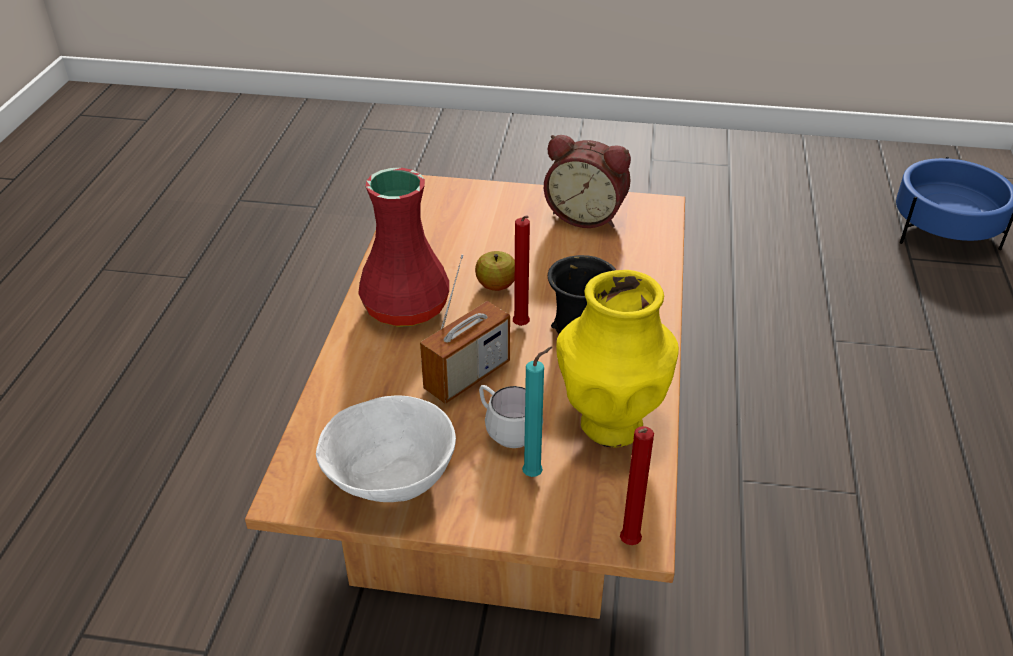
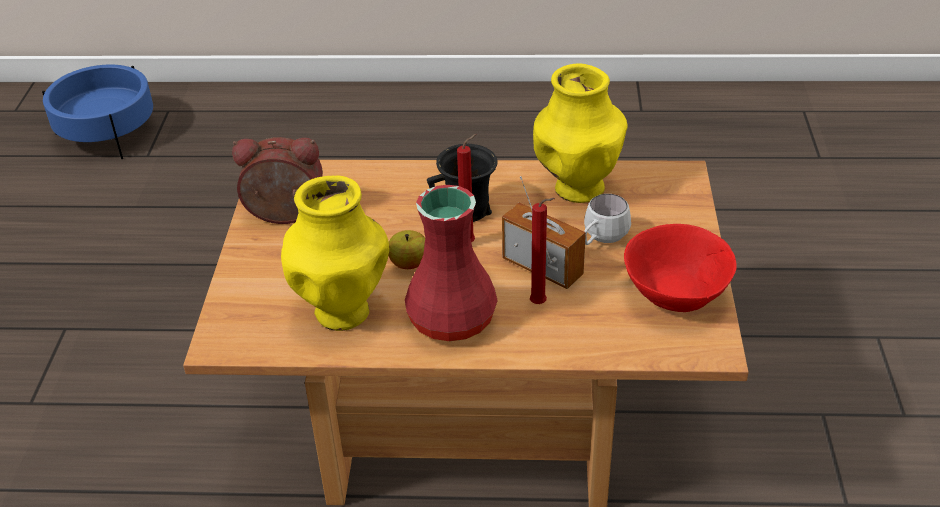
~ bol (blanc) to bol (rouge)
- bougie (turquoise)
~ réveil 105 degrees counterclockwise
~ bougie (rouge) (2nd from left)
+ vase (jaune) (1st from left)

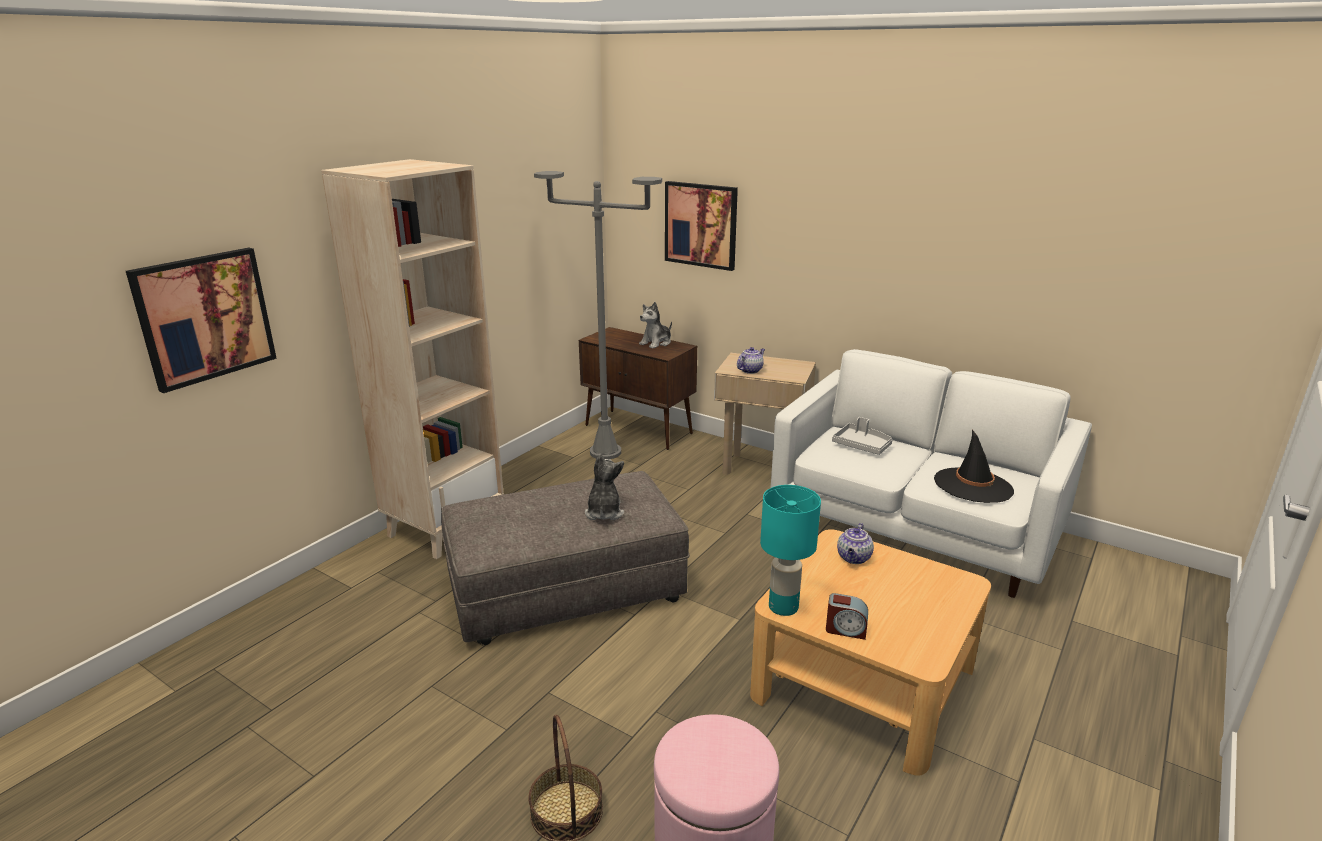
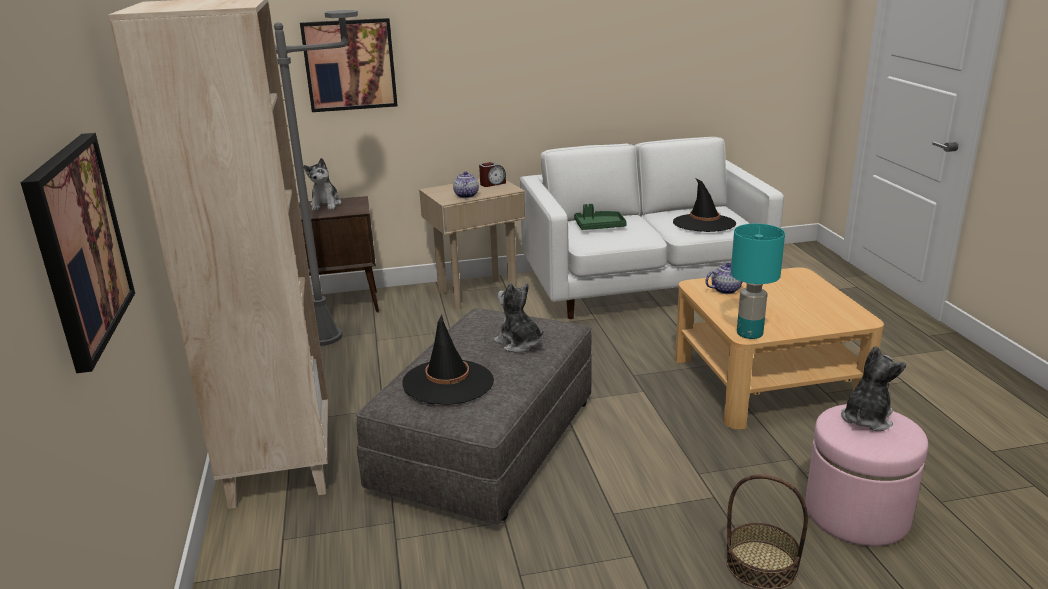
~ réveil
~ plateau (gris) to plateau (vert)
~ théière (2nd from left) 90 degrees counterclockwise
+ chapeau (noir) (1st from left)
+ peluche (3rd from left)

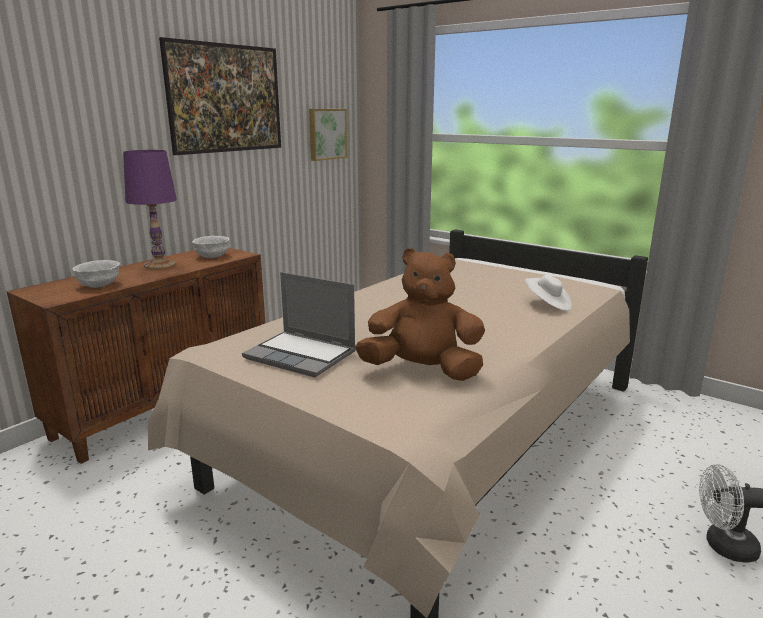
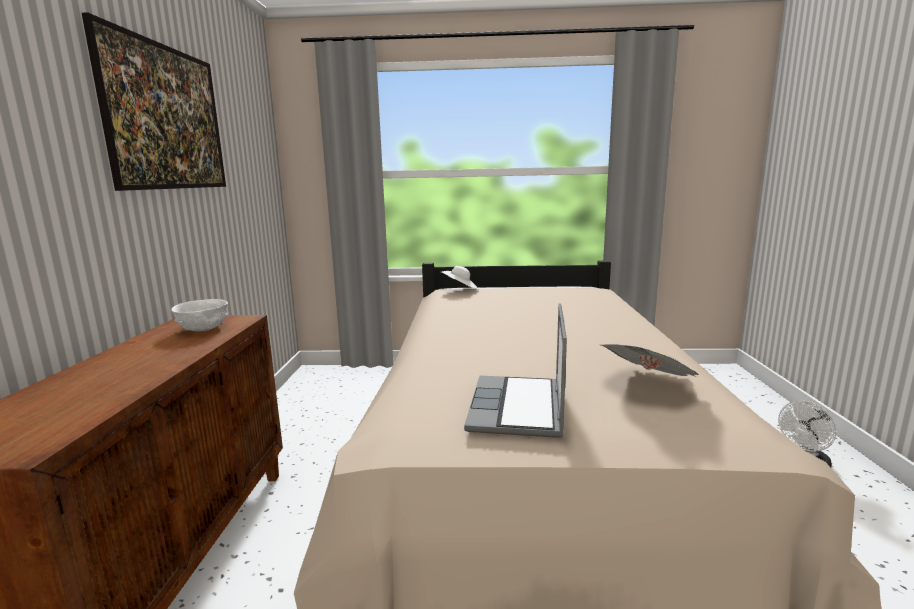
- bol (blanc) (1st from left)
- lampe de table (violet)
~ ordinateur portable 105 degrees clockwise
- tableau (2nd from left)
~ peluche (marron) to journal
~ chapeau (blanc)

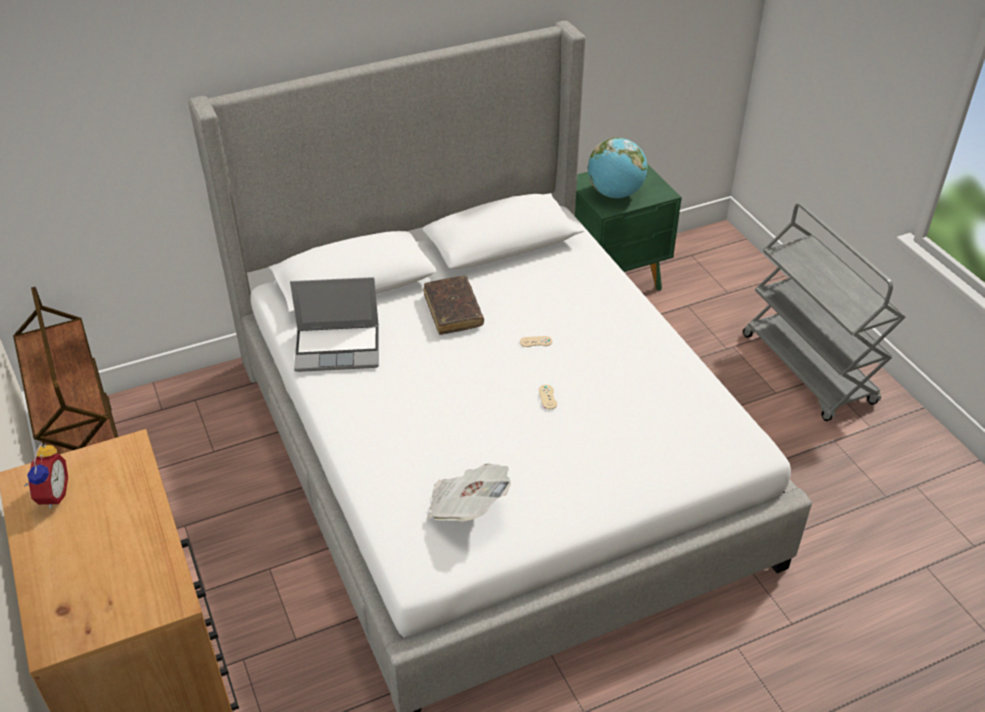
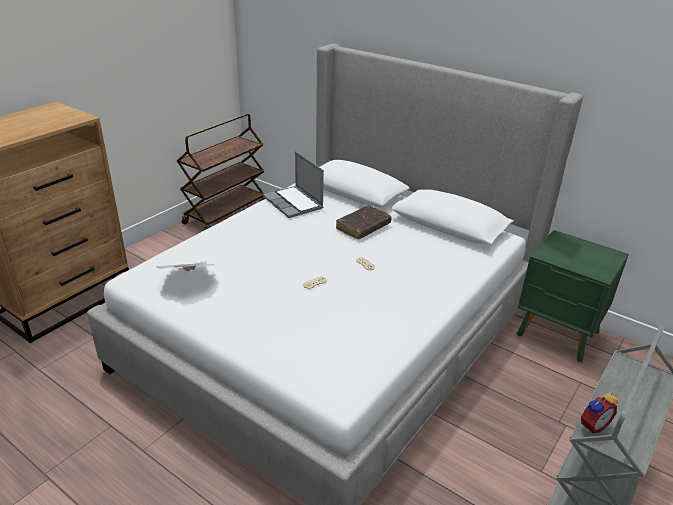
~ réveil
- globe

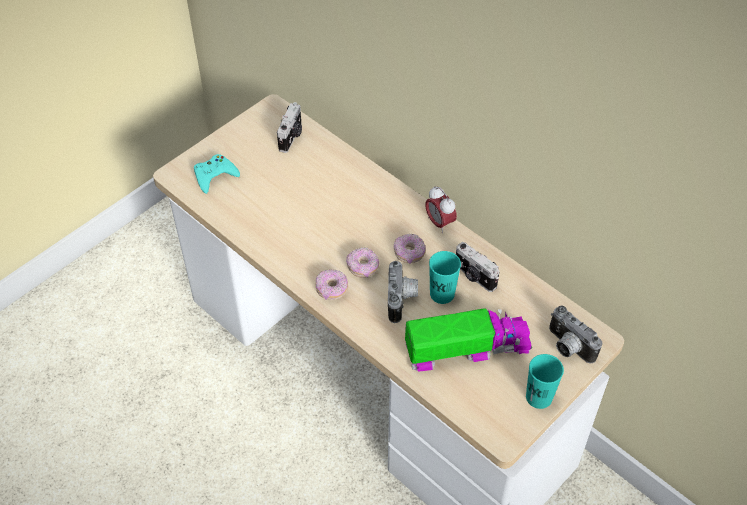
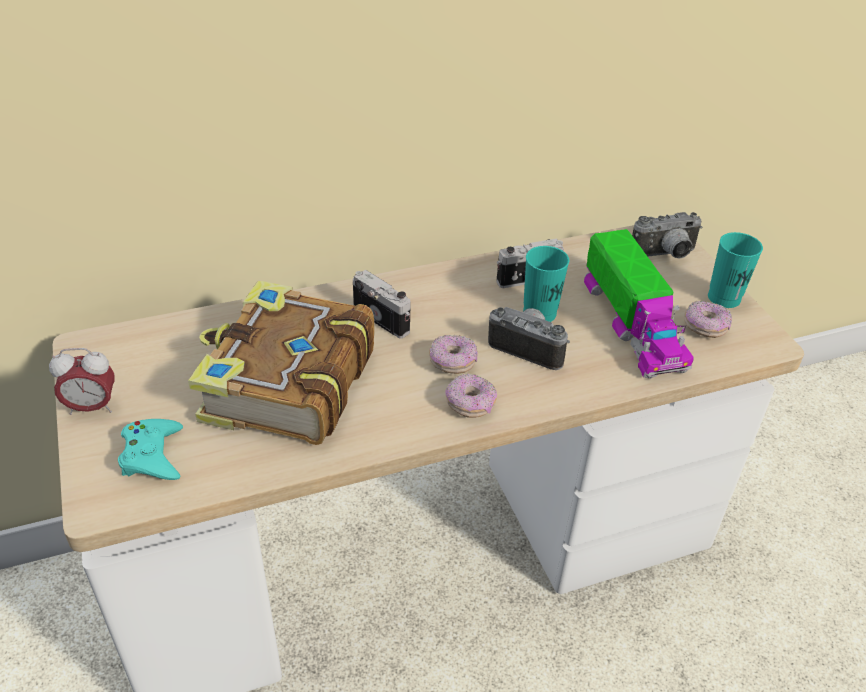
~ appareil photo (1st from left)
~ beignet (3rd from left)
~ camion jouet 150 degrees clockwise
~ réveil
+ livre

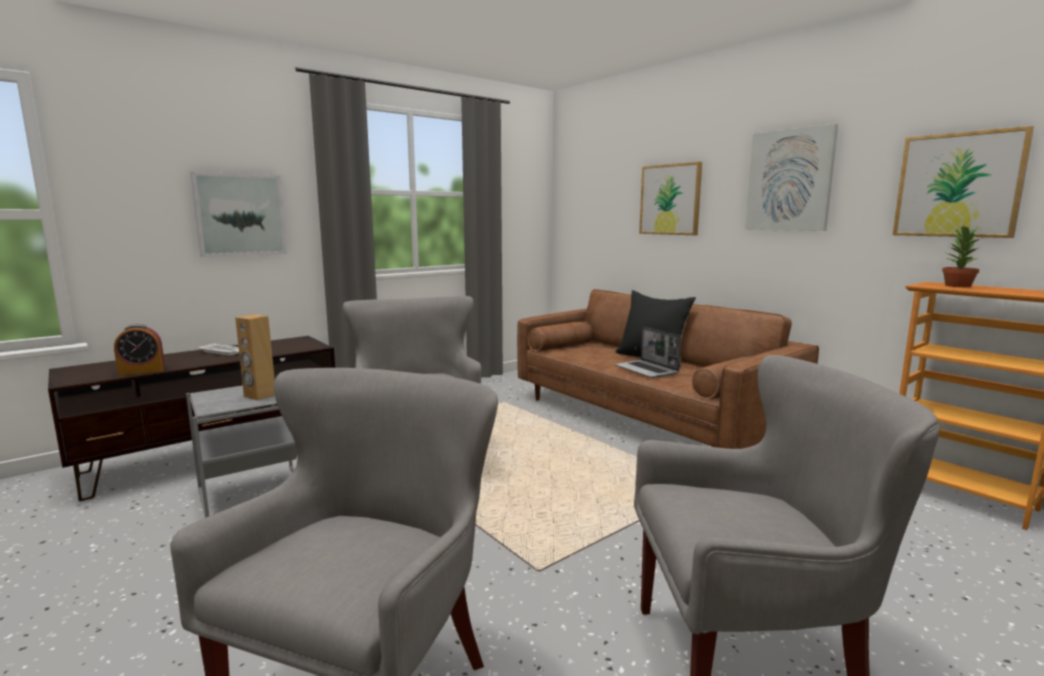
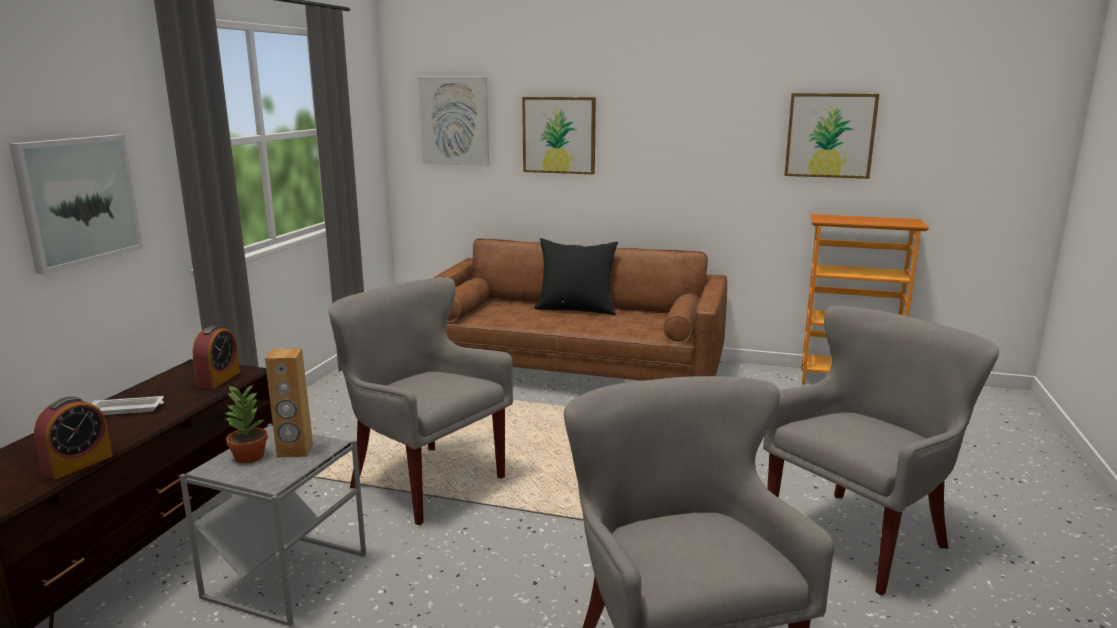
- ordinateur portable
~ tableau (3rd from left in the first image) to tableau (2nd from left)
~ plante en pot
+ réveil (2nd from left)

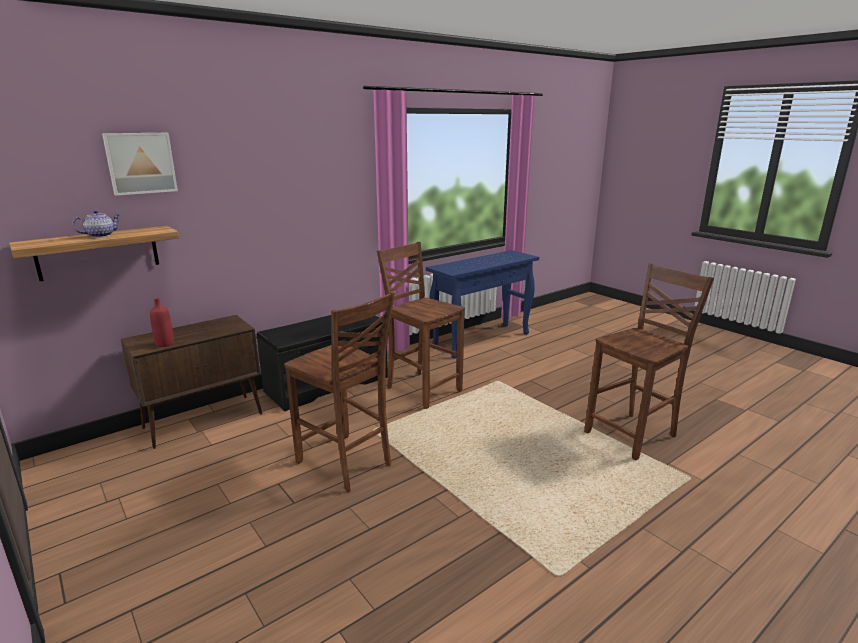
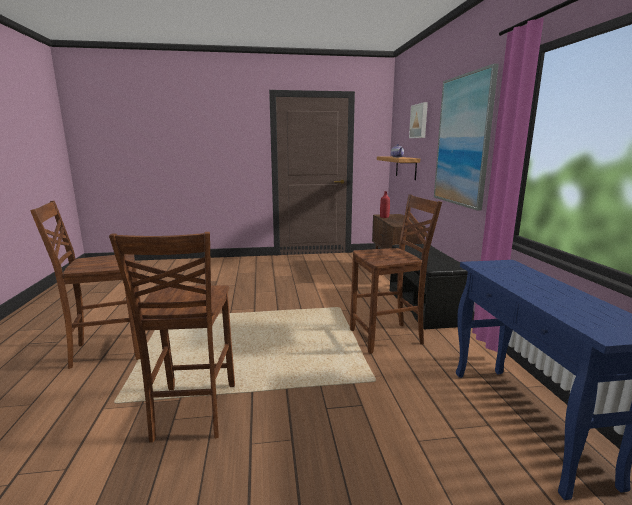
~ chaise (marron) (1st from left)
+ tableau (2nd from left)

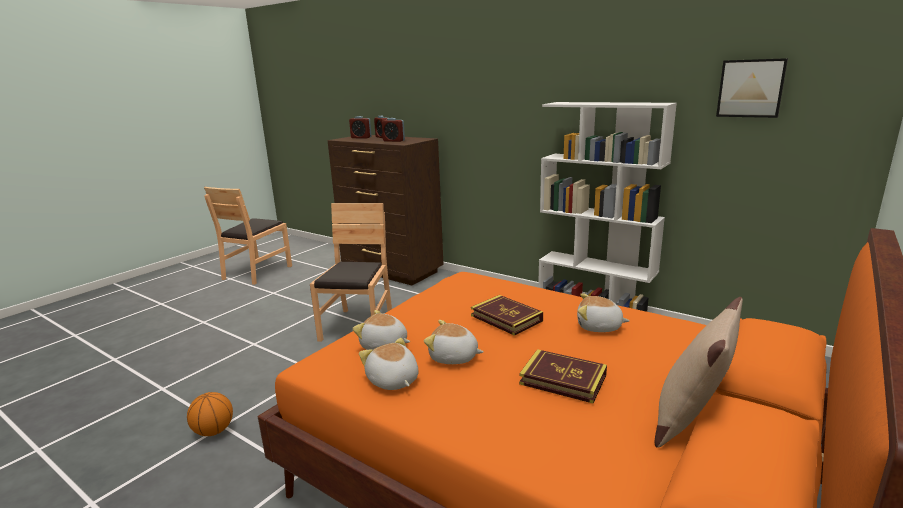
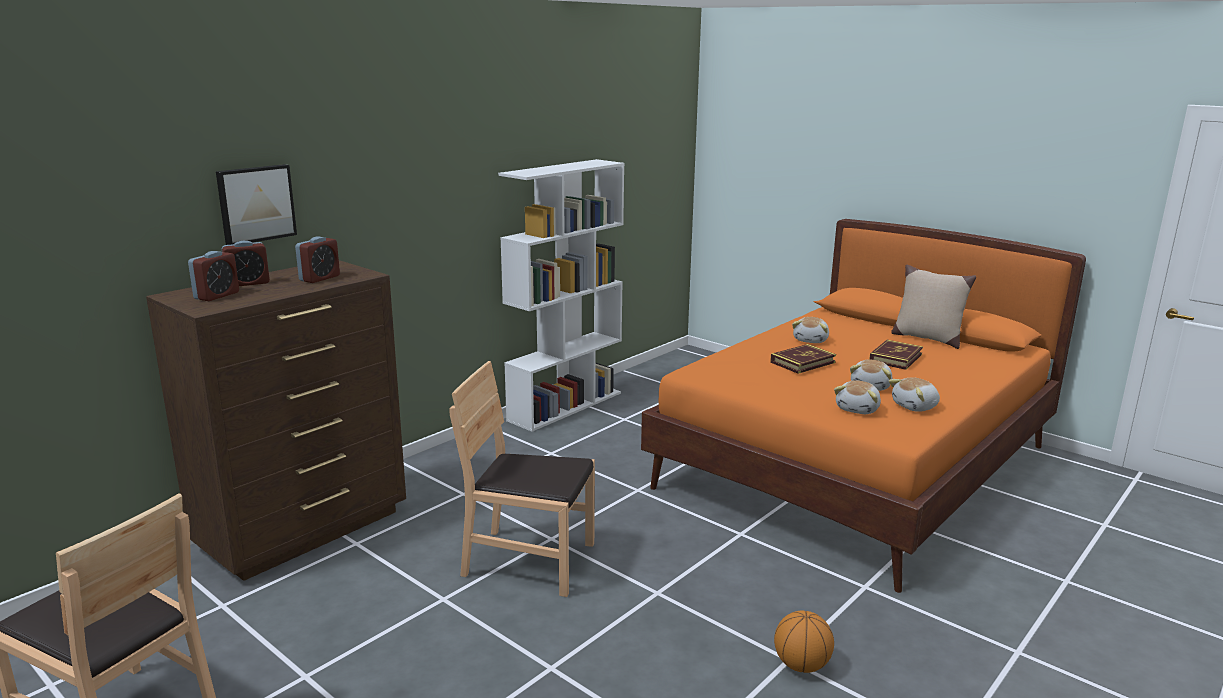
~ tableau

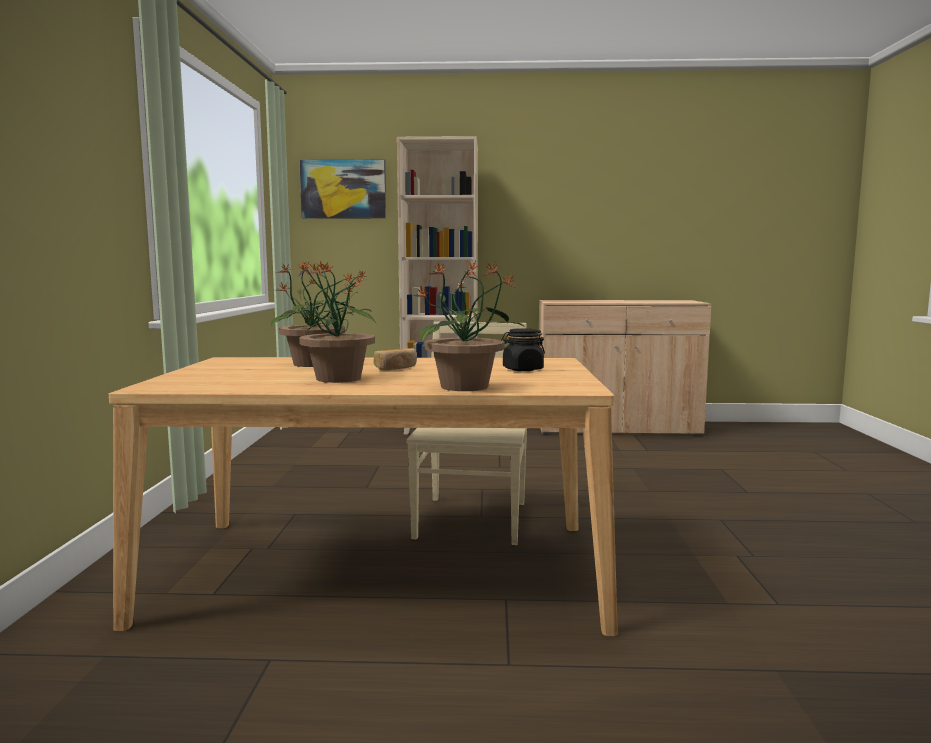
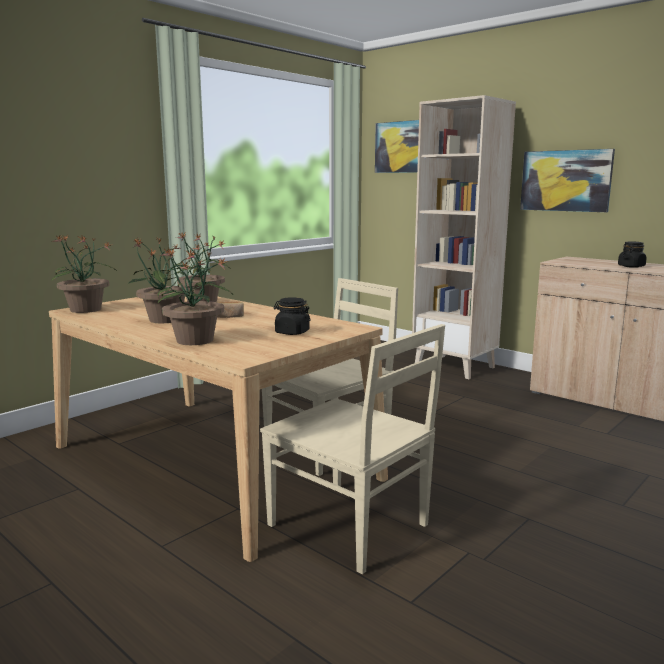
+ plante en pot (1st from left)
+ chaise (beige) (2nd from left)
+ tableau (2nd from left)
+ bocal (noir) (2nd from left)

